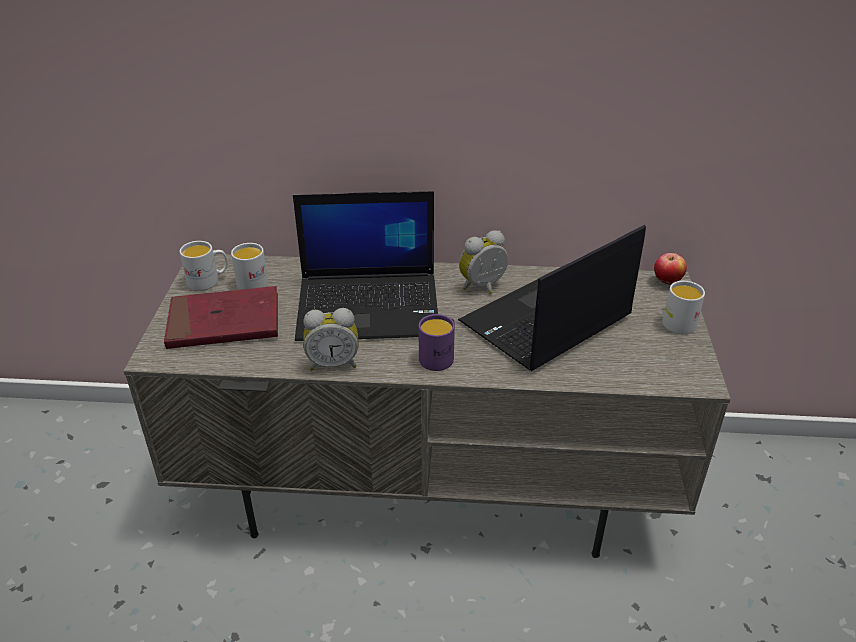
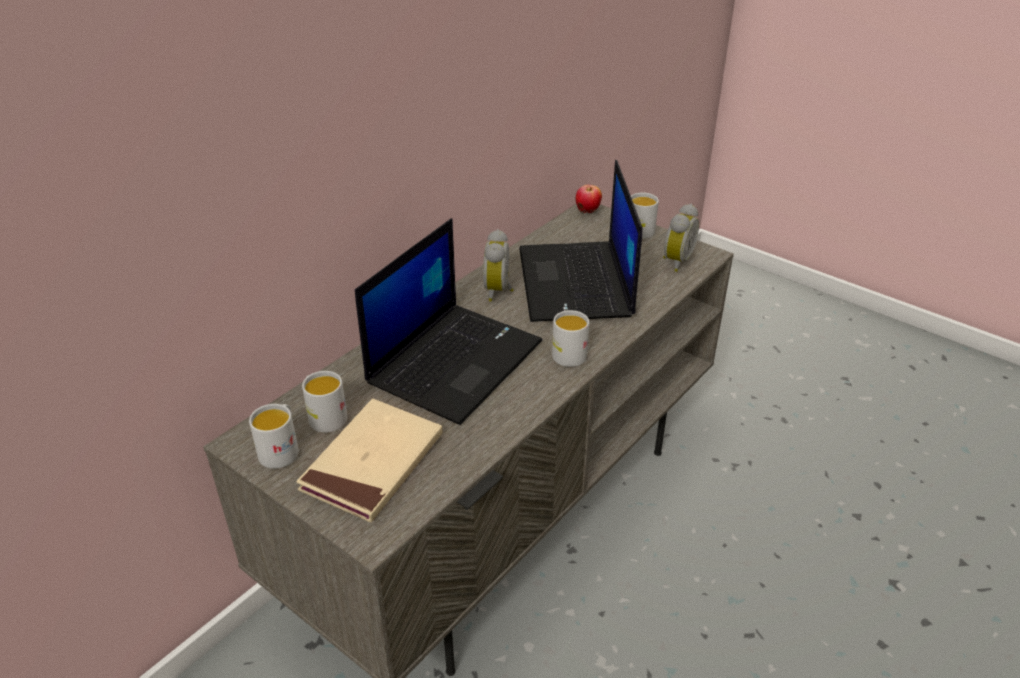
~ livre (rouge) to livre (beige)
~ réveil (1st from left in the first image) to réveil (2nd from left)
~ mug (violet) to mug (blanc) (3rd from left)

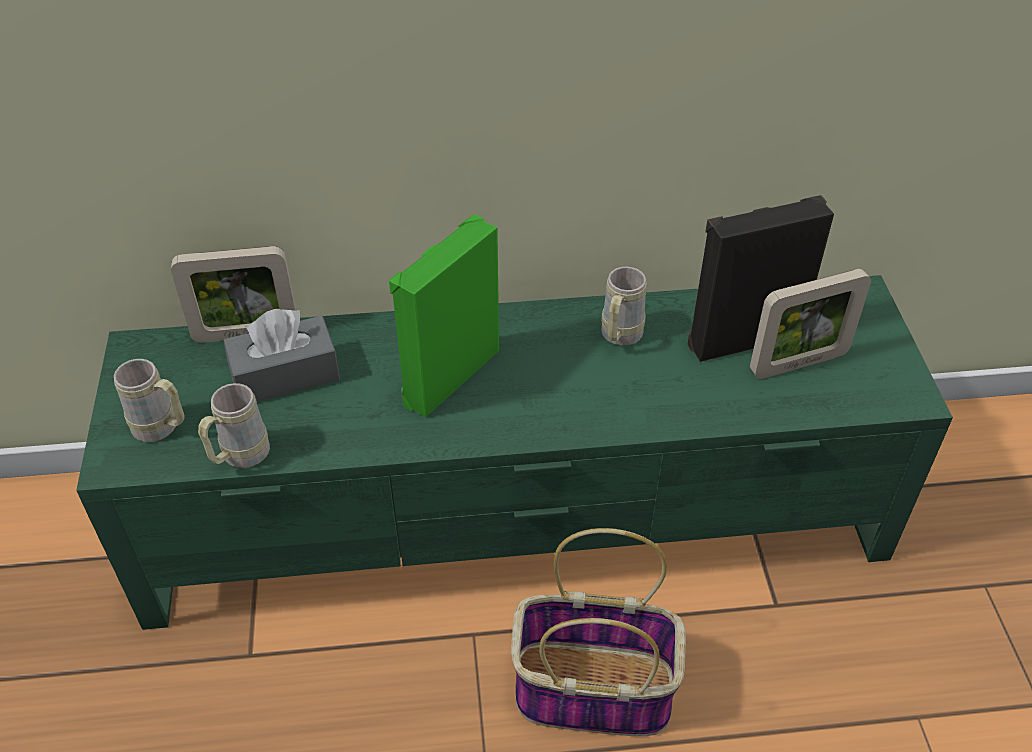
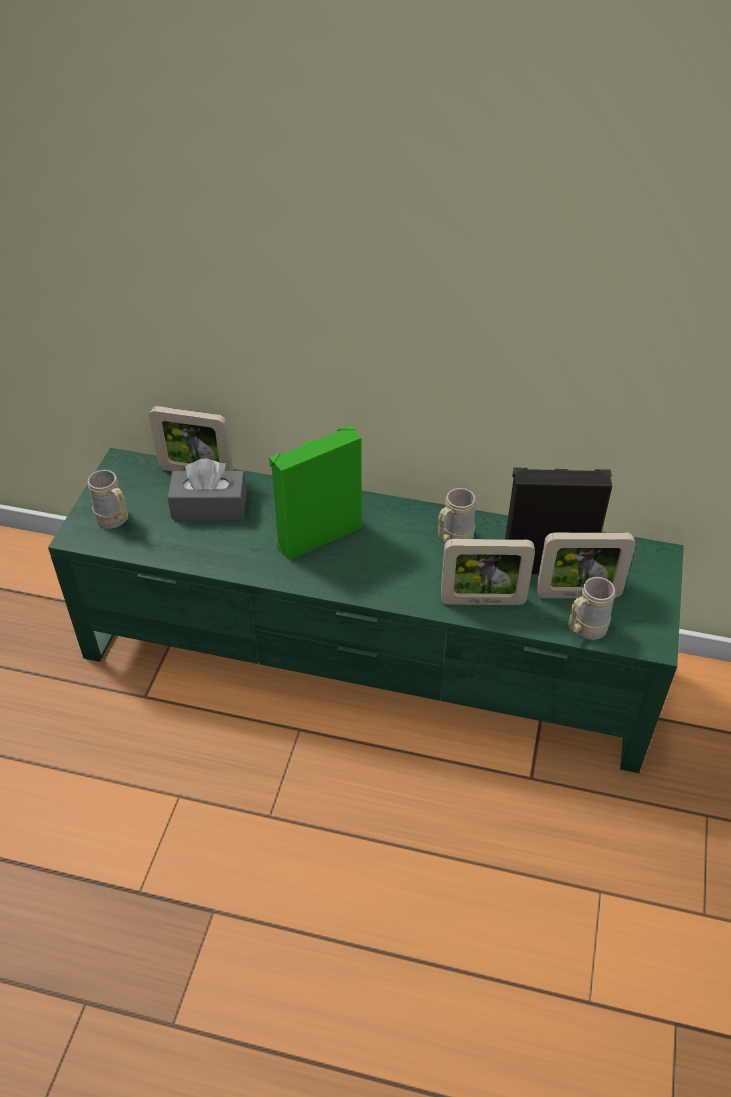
~ mug (beige) (2nd from left in the first image) to mug (beige) (3rd from left)
- panier
+ cadre photo (2nd from left)

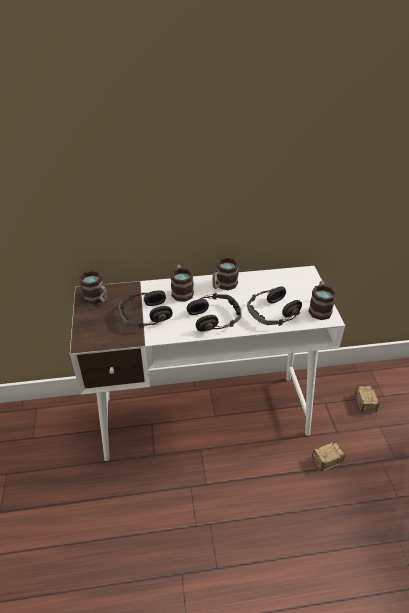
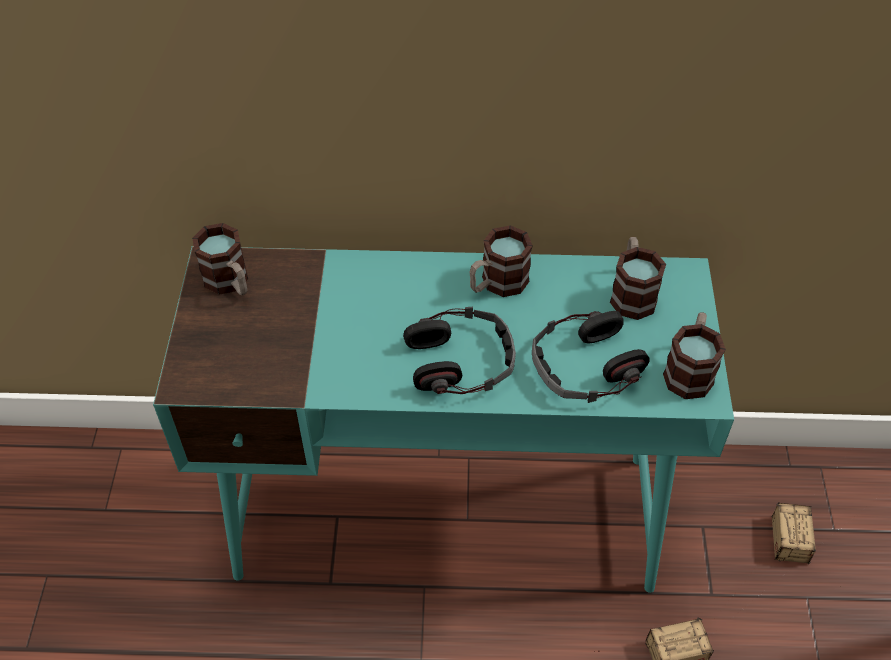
~ bureau (blanc) to bureau (turquoise)
- casque audio (1st from left)
~ mug (2nd from left in the first image) to mug (3rd from left)

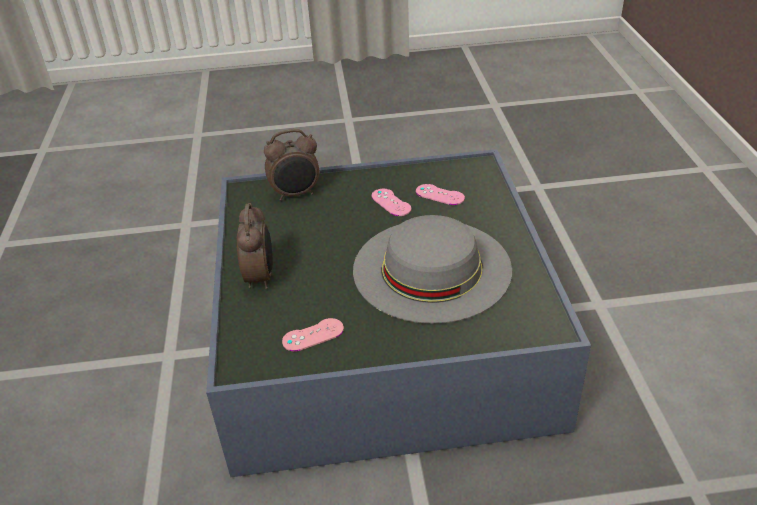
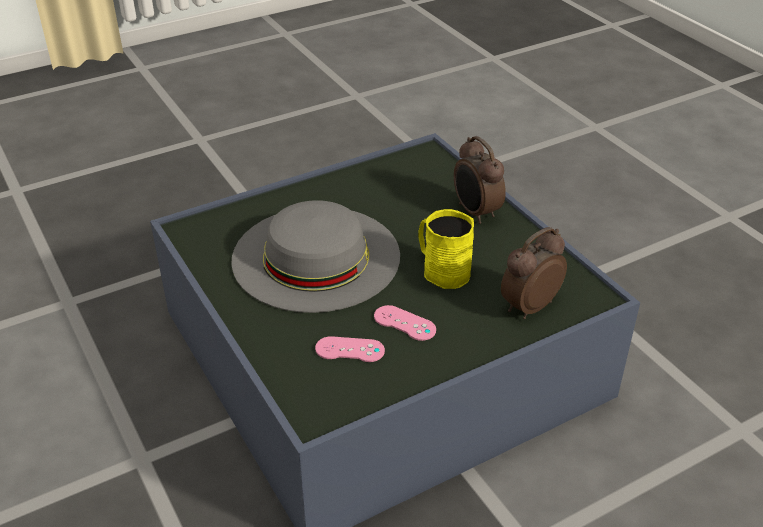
- manette (rose) (1st from left)
+ mug (jaune)

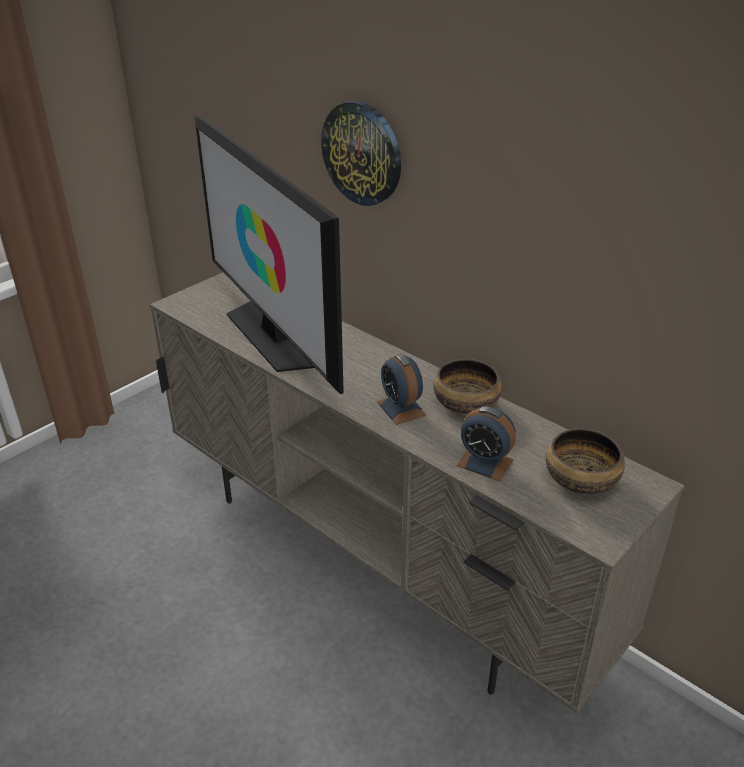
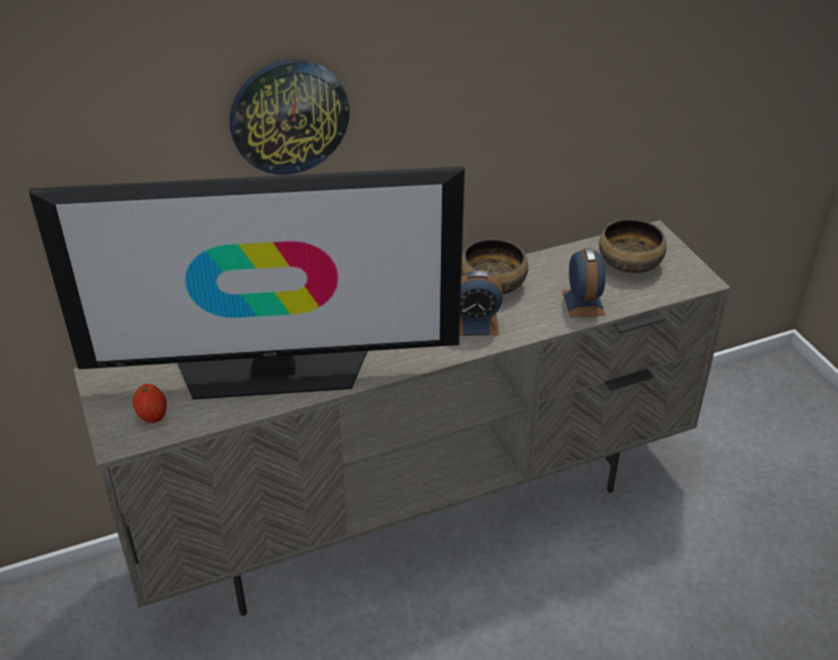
~ réveil (2nd from left) 60 degrees counterclockwise
+ pomme

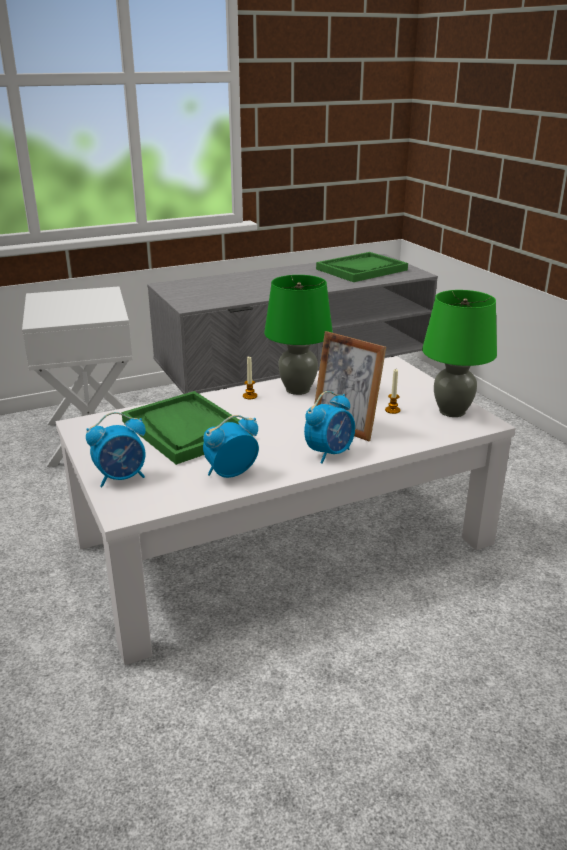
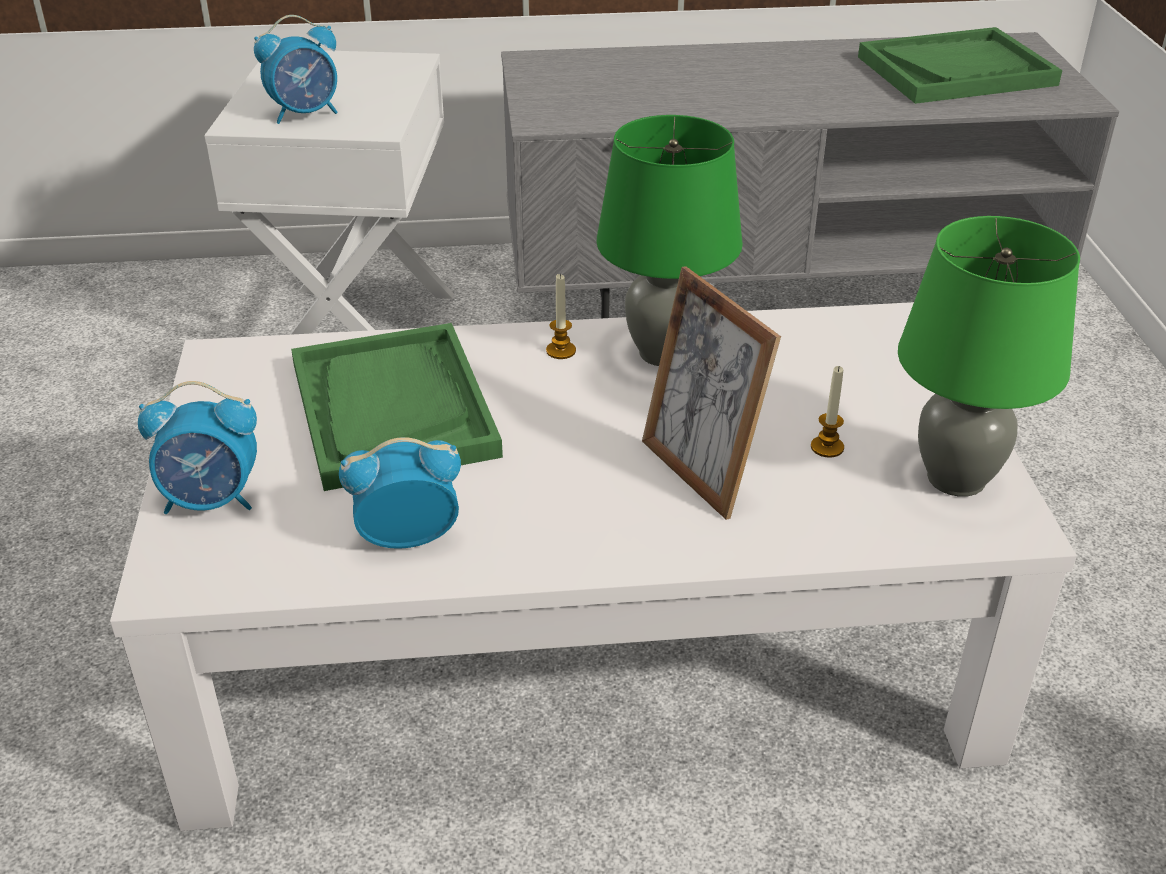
~ réveil (3rd from left in the first image) to réveil (2nd from left)

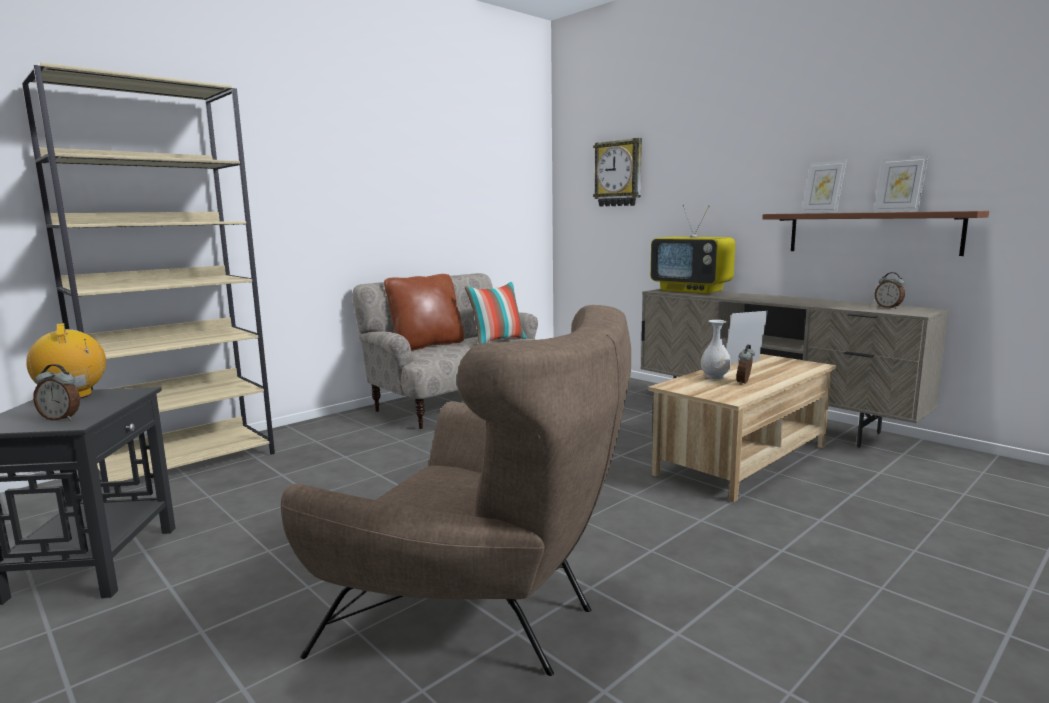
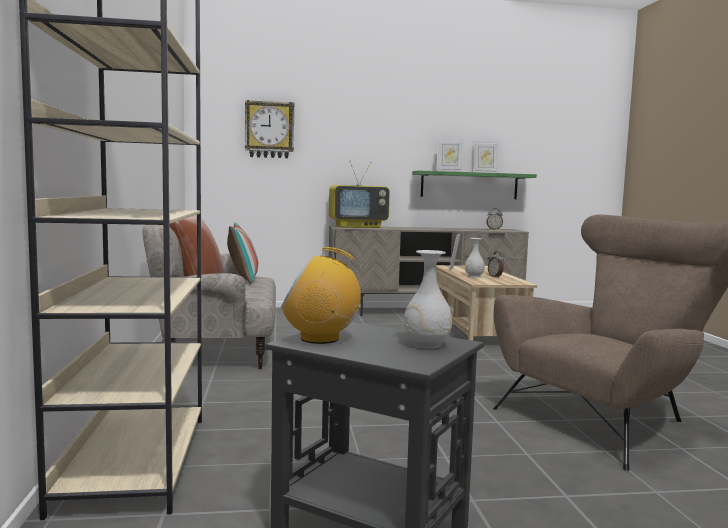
~ réveil (1st from left) to vase (blanc) (1st from left)
~ étagère (marron) to étagère (vert)

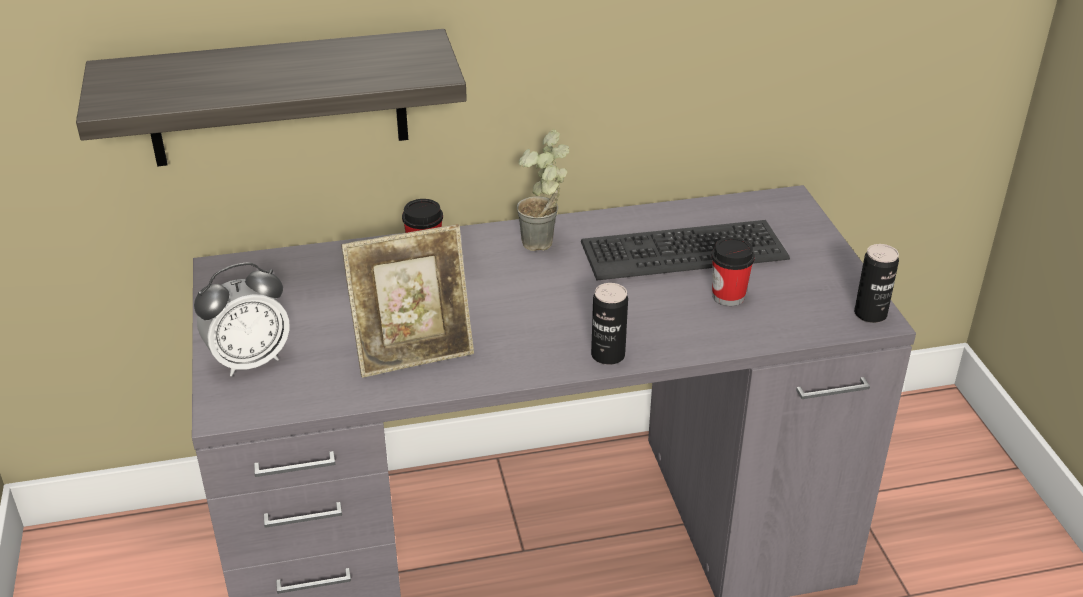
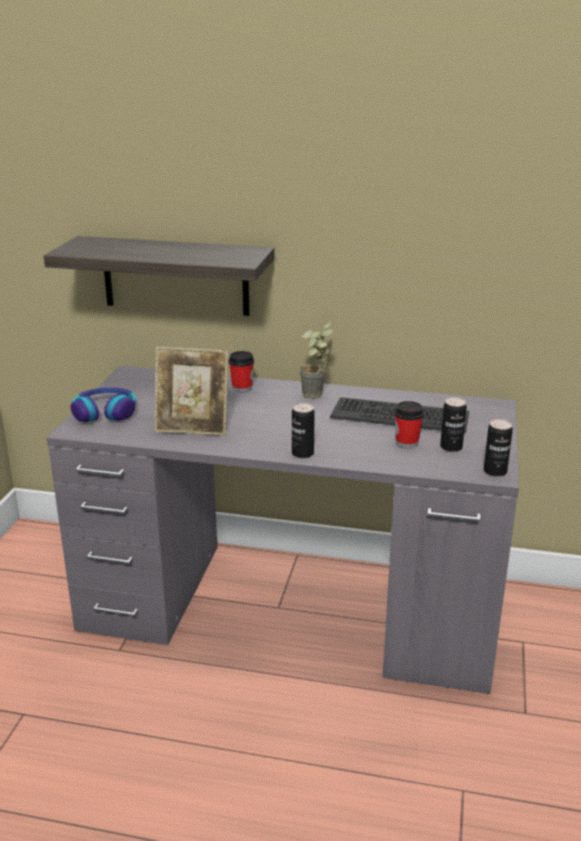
~ réveil to casque audio
+ boîte métallique (2nd from left)

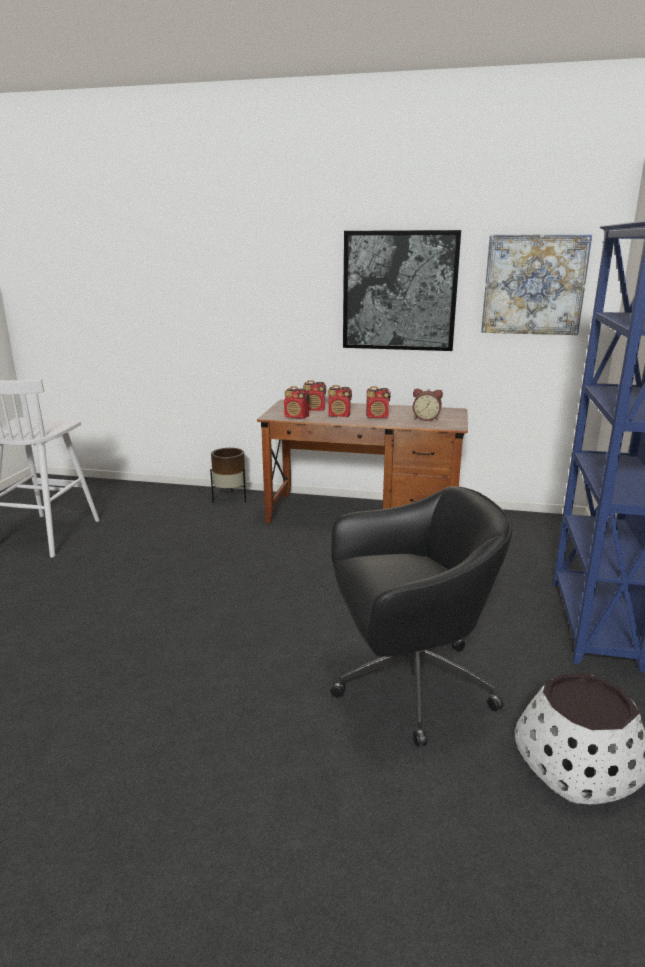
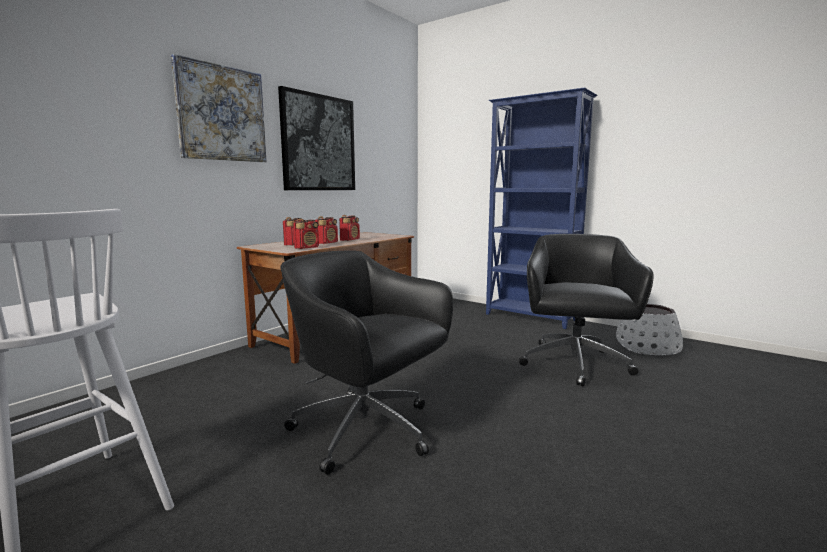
- cache-pot (marron)
- réveil
~ tableau (2nd from left in the first image) to tableau (1st from left)
+ chaise de bureau (noir) (1st from left)

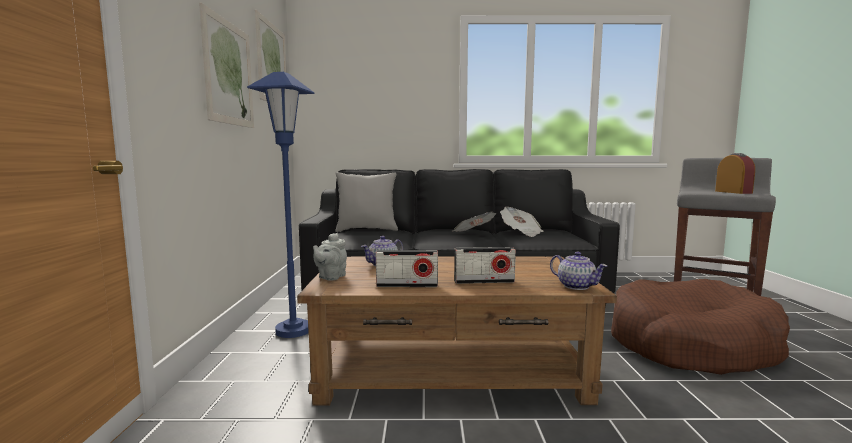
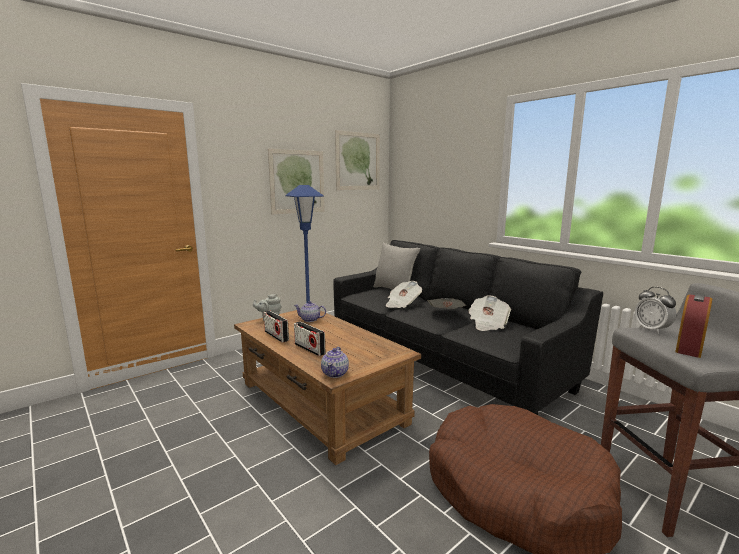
+ journal (1st from left)
+ réveil (1st from left)

